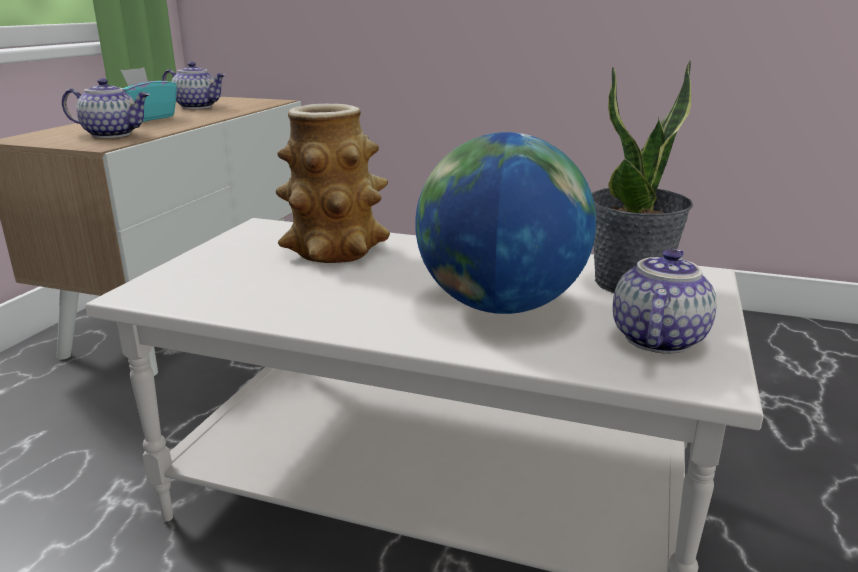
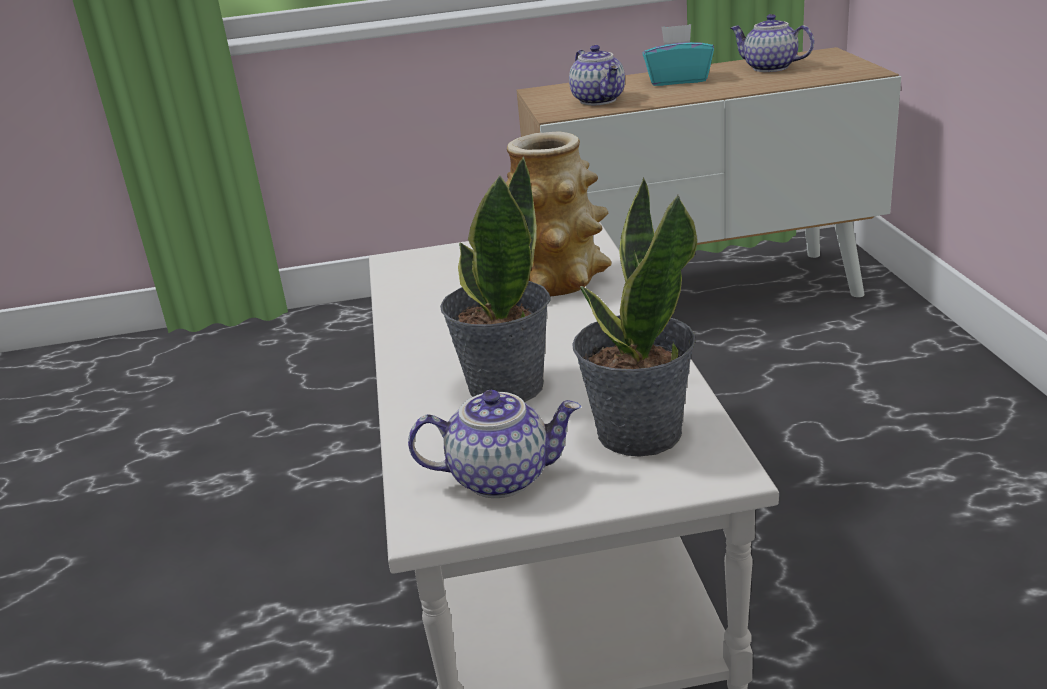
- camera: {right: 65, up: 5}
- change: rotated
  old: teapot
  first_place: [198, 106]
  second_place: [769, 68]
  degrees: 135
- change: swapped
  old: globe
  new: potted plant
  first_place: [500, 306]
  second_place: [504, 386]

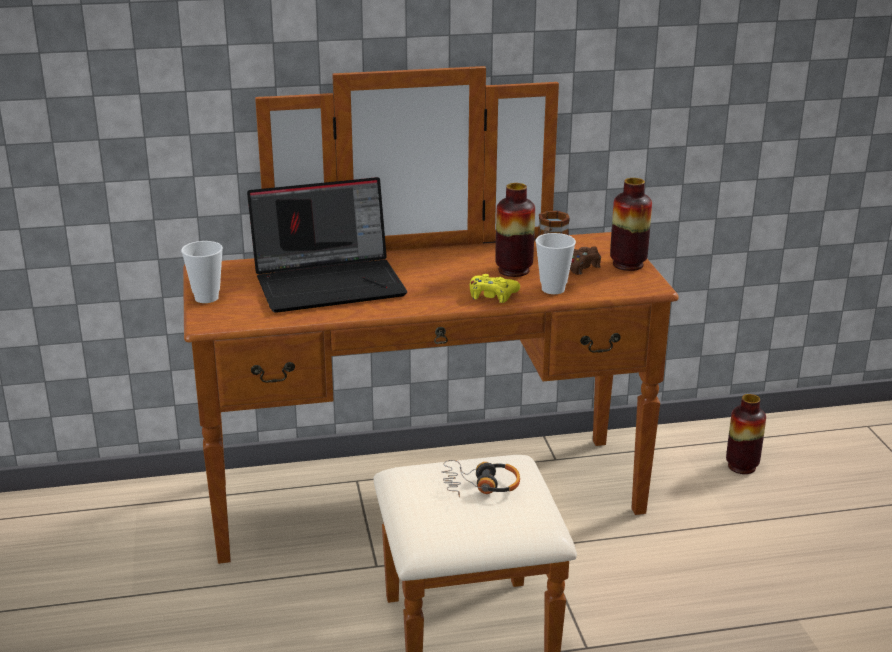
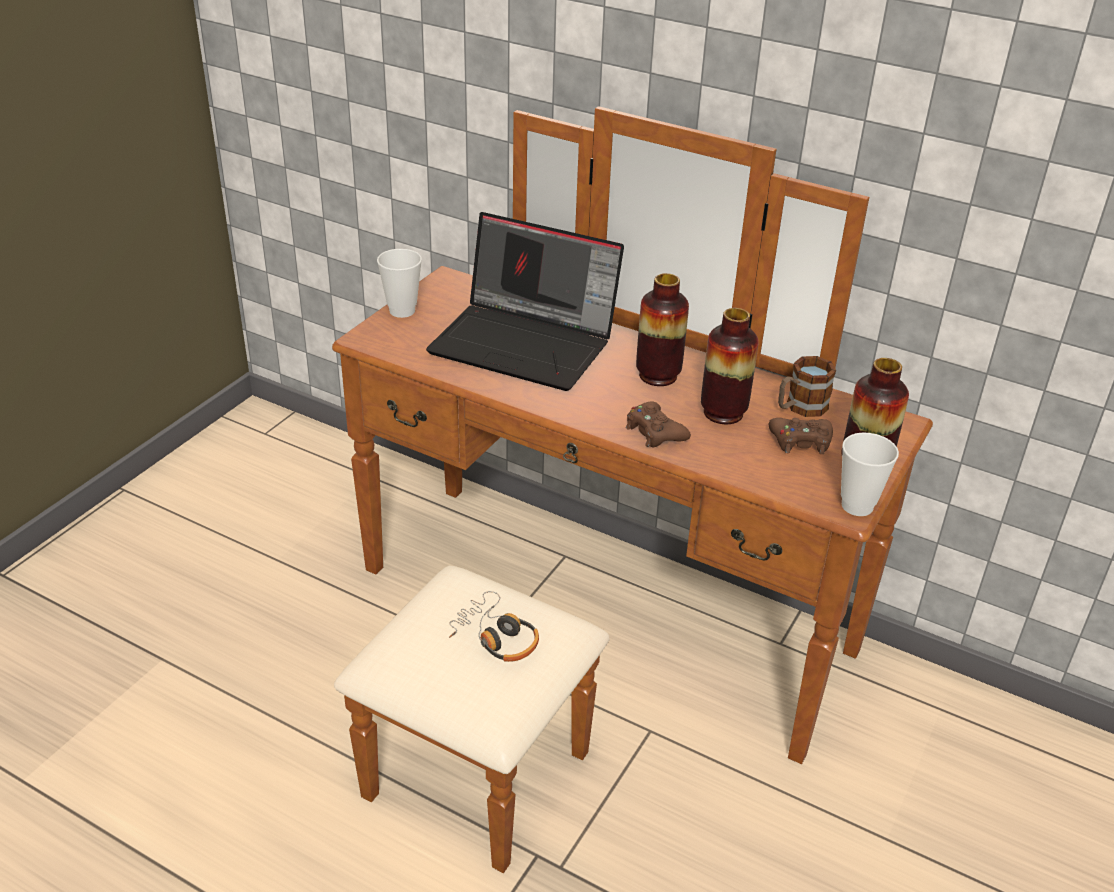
- camera: {right: 40, up: 10}
- change: repainted
  old: yellow game controller
  new: brown game controller
  first_place: [492, 295]
  second_place: [654, 432]
- change: shifted
  old: cup
  first_place: [553, 289]
  second_place: [857, 506]
- change: shifted
  old: vase
  first_place: [741, 466]
  second_place: [658, 376]

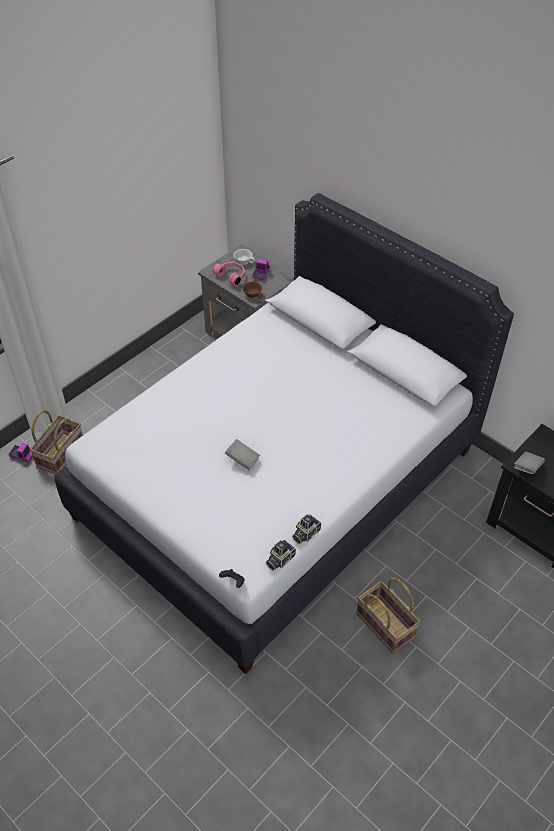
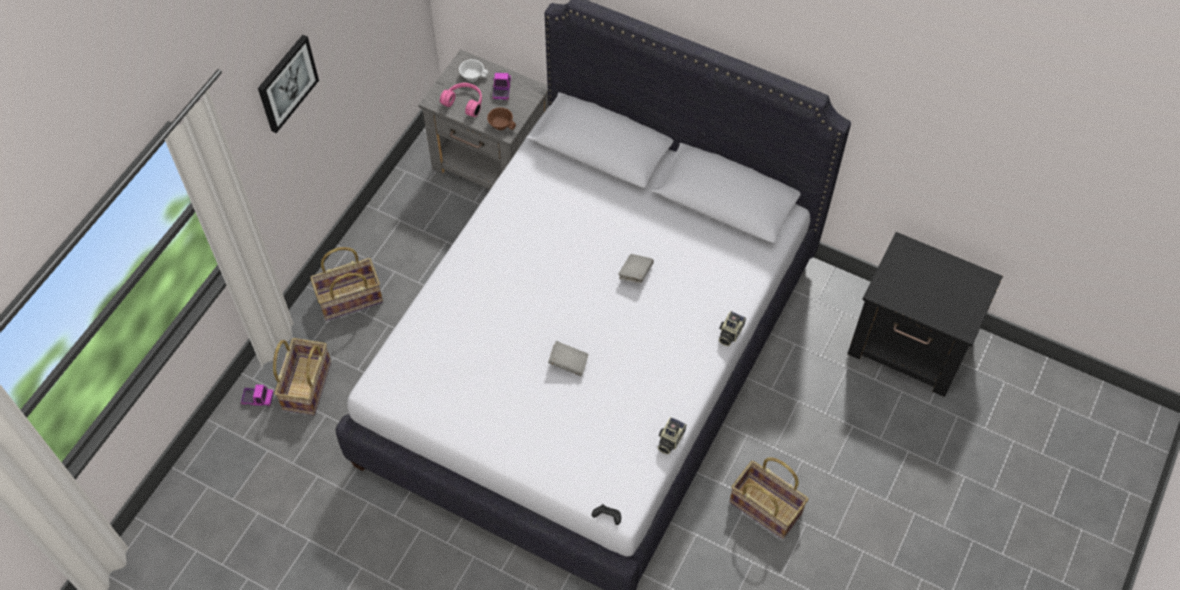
- camera: {right: -15, up: 10}
- change: shifted
  old: photo camera
  first_place: [279, 559]
  second_place: [729, 333]
- change: shifted
  old: grey book
  first_place: [527, 468]
  second_place: [635, 273]
- change: new
  new: picture
  second_place: [286, 83]
- change: new
  new: basket
  second_place: [350, 300]

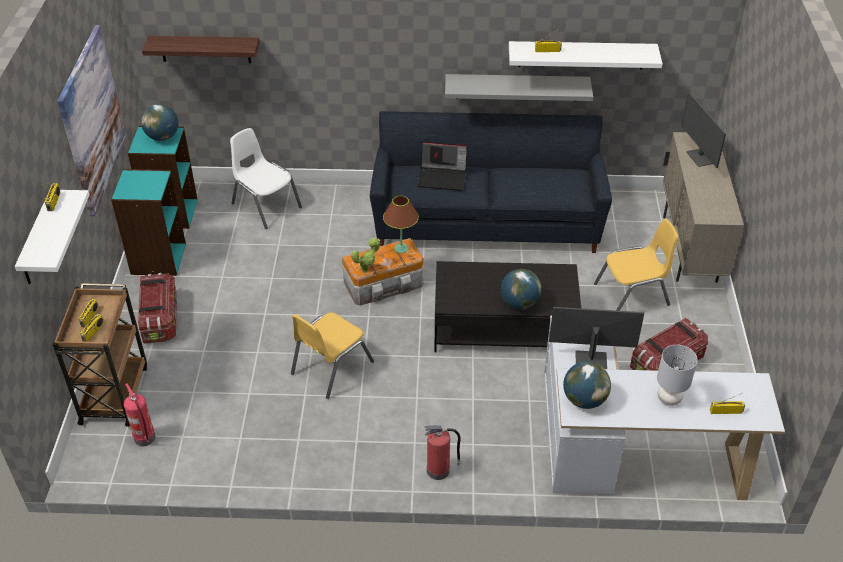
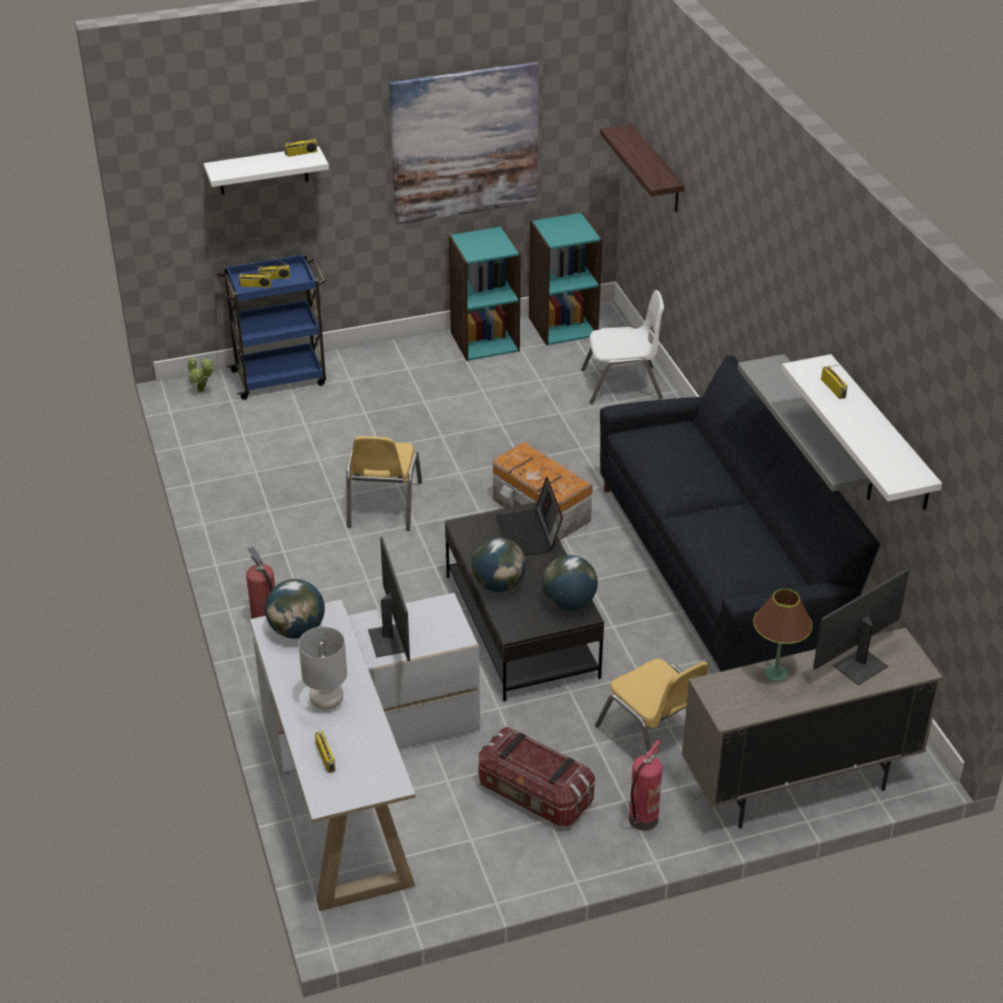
- camera: {right: 70, up: -5}
- change: repainted
  old: brown cart
  new: blue cart
  first_place: [114, 393]
  second_place: [281, 377]
- change: shifted
  old: fire extinguisher
  first_place: [145, 438]
  second_place: [643, 820]
- change: gone
  old: storage box
  first_place: [160, 319]
- change: shifted
  old: globe
  first_place: [163, 137]
  second_place: [569, 603]
- change: rotated
  old: white chair
  first_place: [266, 205]
  second_place: [622, 385]
  degrees: 60
- change: rotated
  old: yellow chair
  first_place: [331, 367]
  second_place: [383, 505]
  degrees: -105
- change: shifted
  old: potted plant
  first_place: [367, 270]
  second_place: [202, 392]
- change: shifted
  old: brown table lamp
  first_place: [401, 248]
  second_place: [775, 673]
- change: shifted
  old: laptop
  first_place: [442, 177]
  second_place: [529, 534]

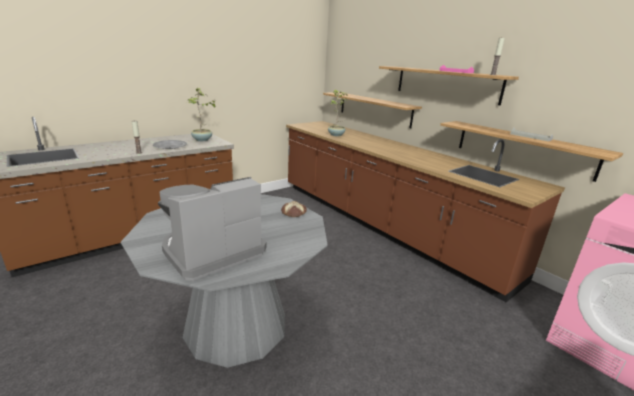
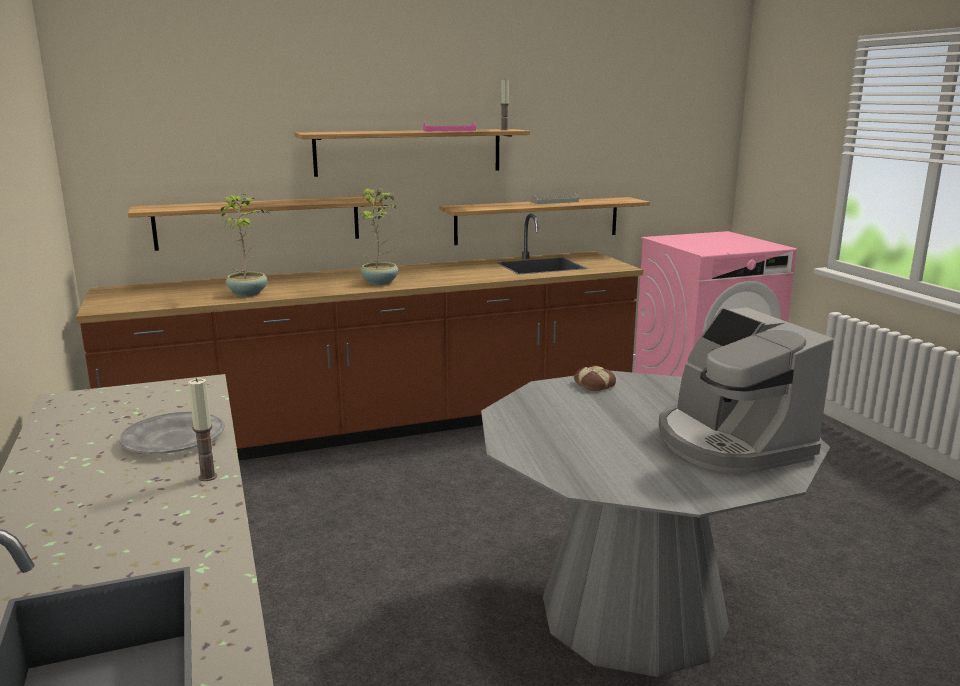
- camera: {right: -70, up: -5}
- change: shifted
  old: potted plant
  first_place: [202, 140]
  second_place: [381, 282]

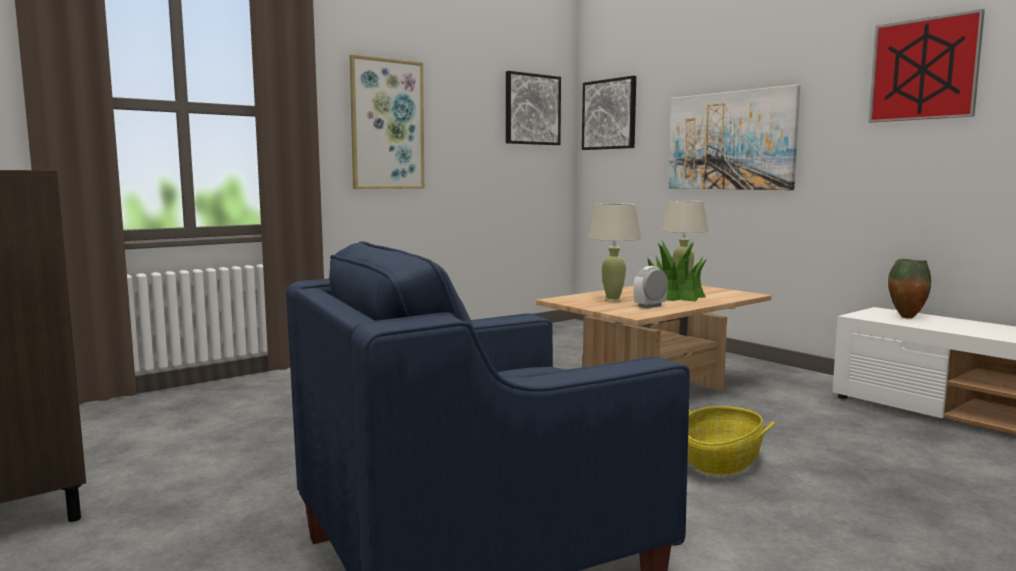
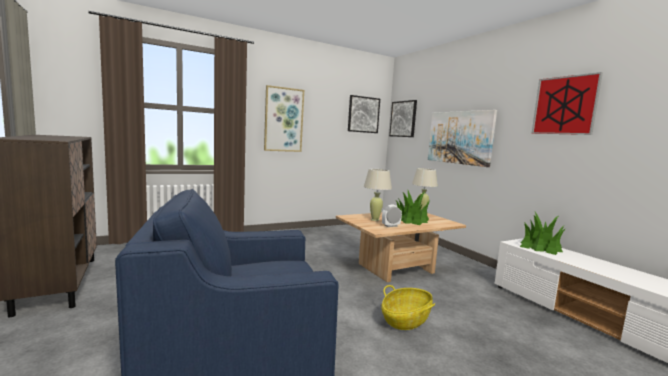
- camera: {right: 10, up: 0}
- change: swapped
  old: vase
  new: potted plant
  first_place: [905, 317]
  second_place: [540, 247]

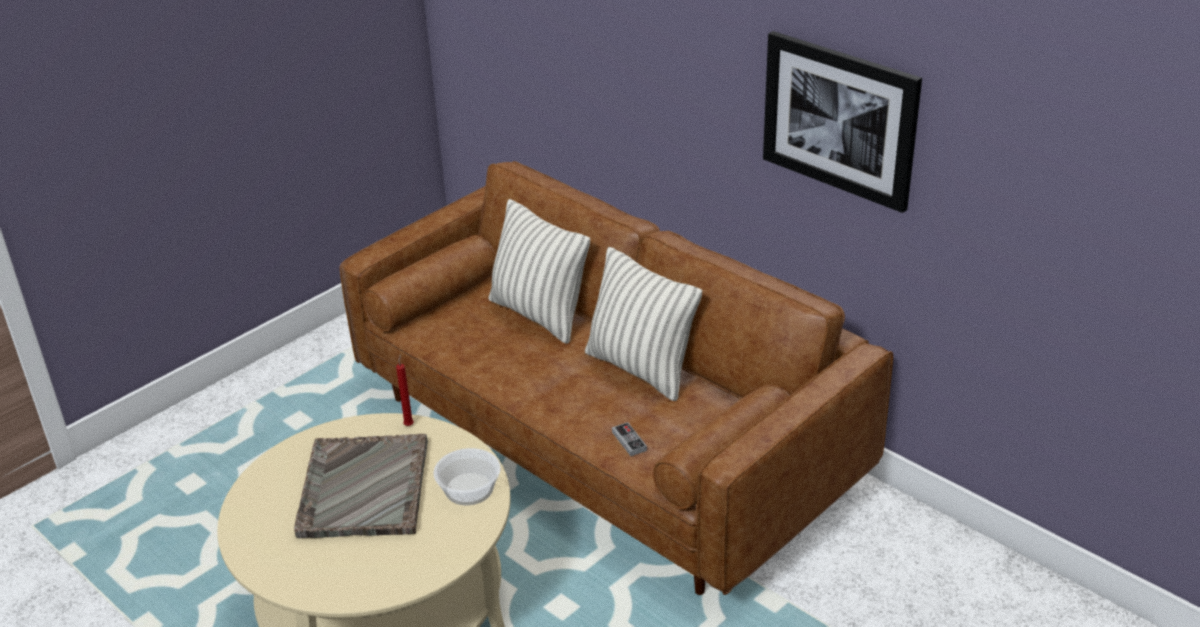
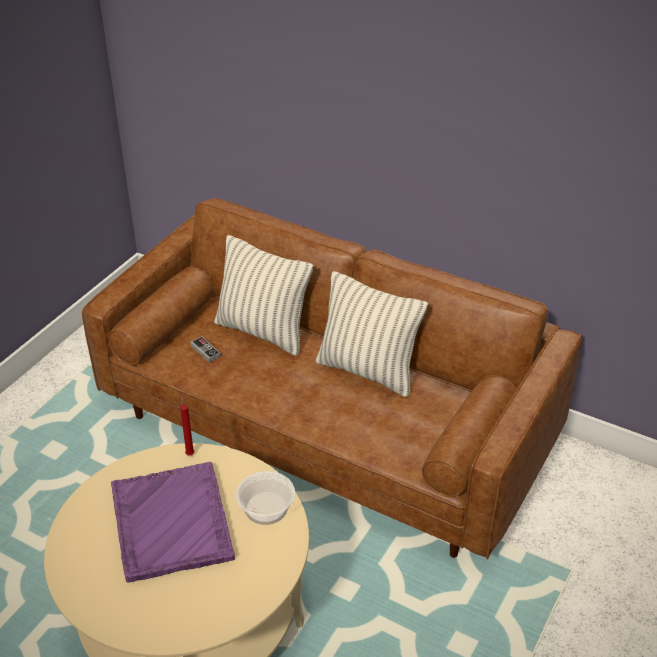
- camera: {right: -15, up: 5}
- change: repainted
  old: grey tray
  new: purple tray
  first_place: [363, 489]
  second_place: [171, 523]
- change: shifted
  old: game controller
  first_place: [629, 441]
  second_place: [205, 350]
- change: gone
  old: picture
  first_place: [840, 119]

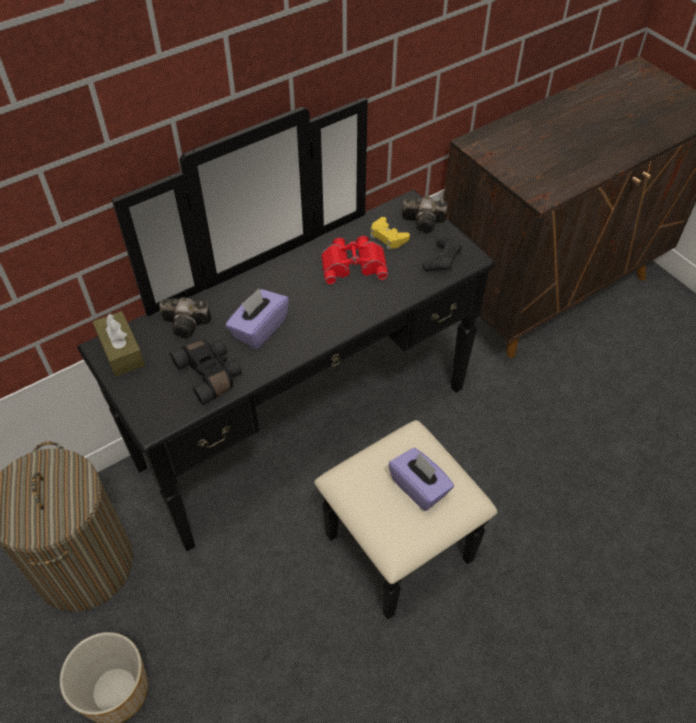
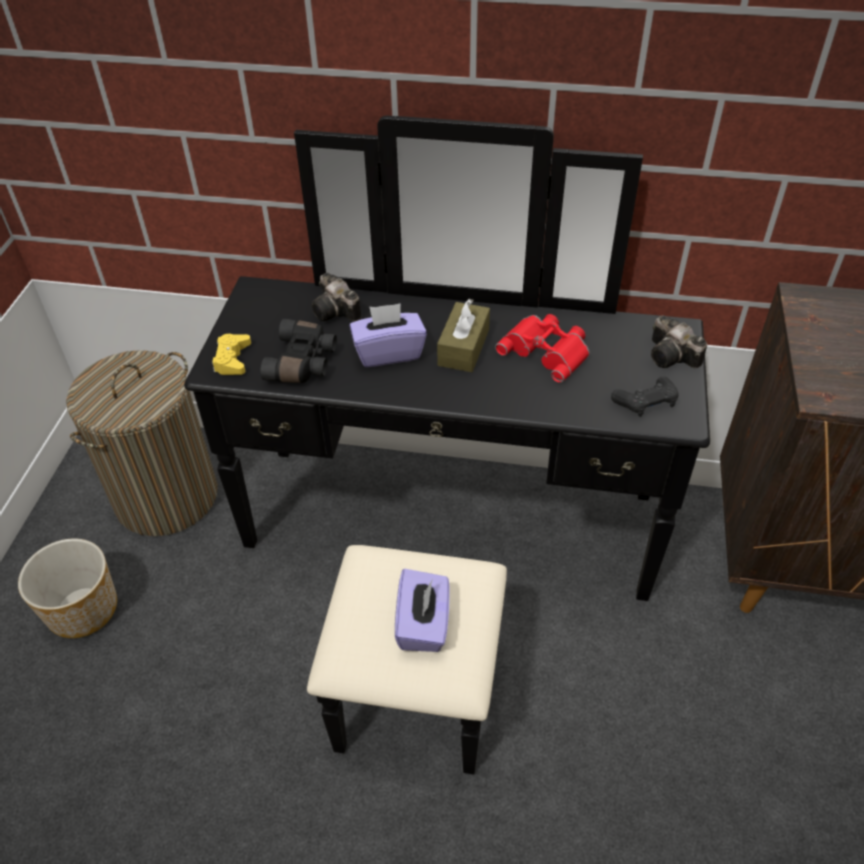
- camera: {right: 45, up: -5}
- change: shifted
  old: brown tissue box
  first_place: [121, 351]
  second_place: [463, 347]
- change: shifted
  old: yellow game controller
  first_place: [388, 237]
  second_place: [232, 359]

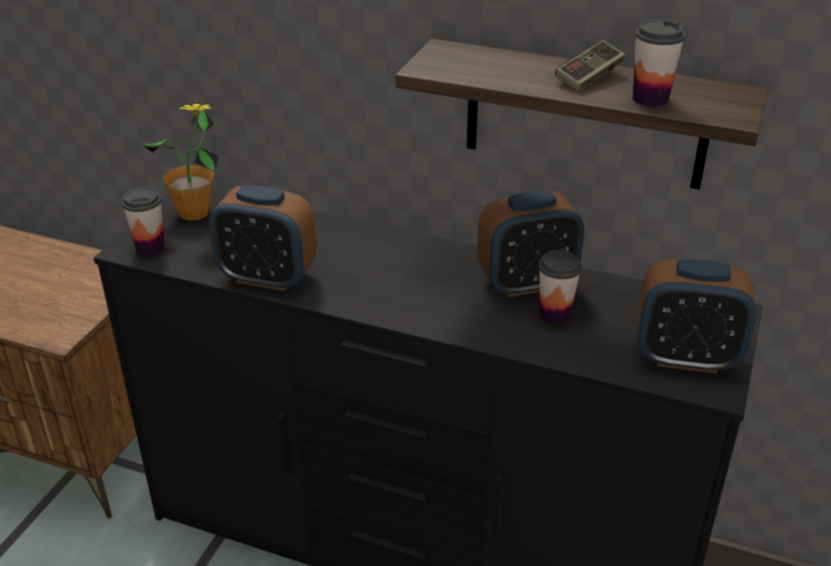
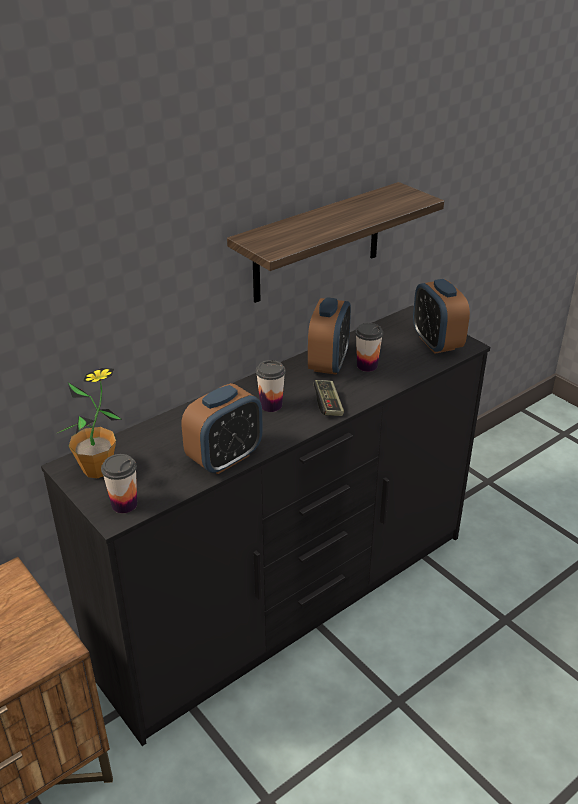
- camera: {right: -60, up: 0}
- change: shifted
  old: game controller
  first_place: [589, 78]
  second_place: [328, 404]
- change: shifted
  old: cup
  first_place: [650, 99]
  second_place: [271, 405]
- change: rotated
  old: alarm clock
  first_place: [686, 357]
  second_place: [436, 343]
  degrees: 120

